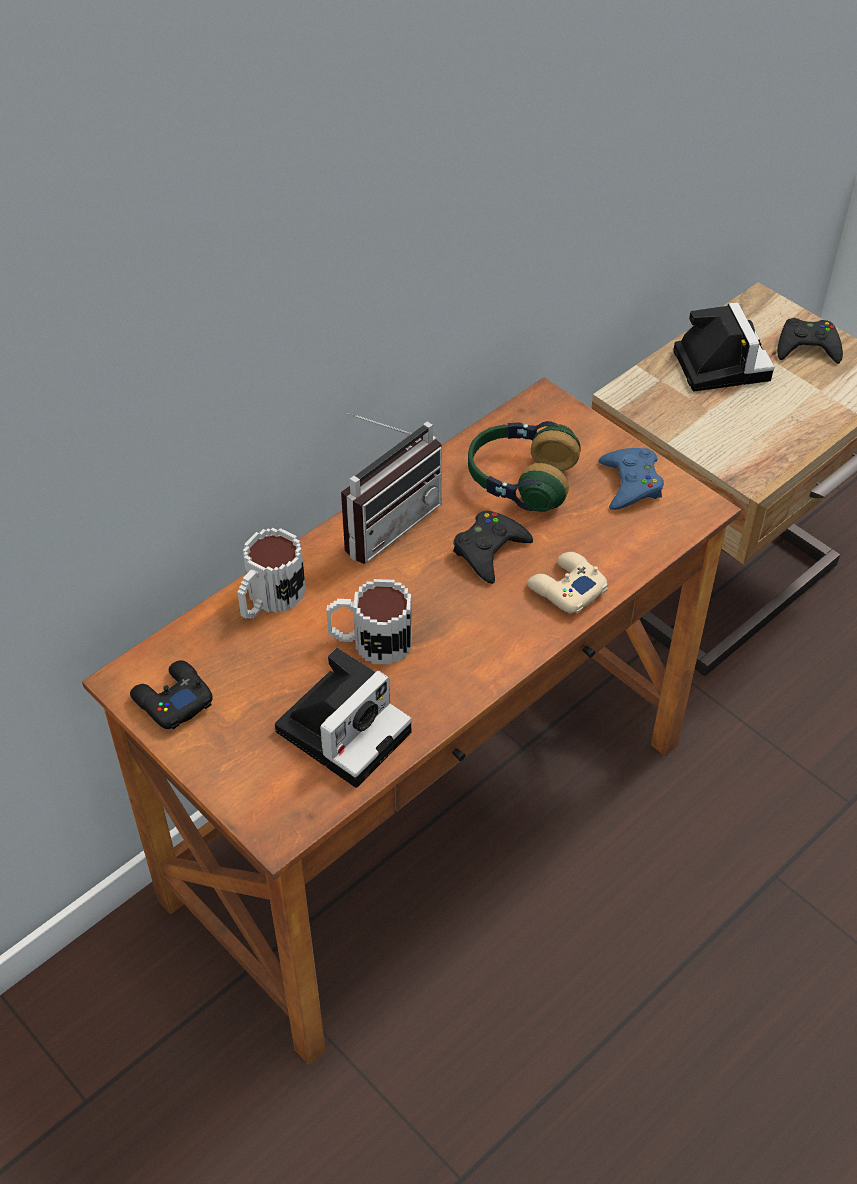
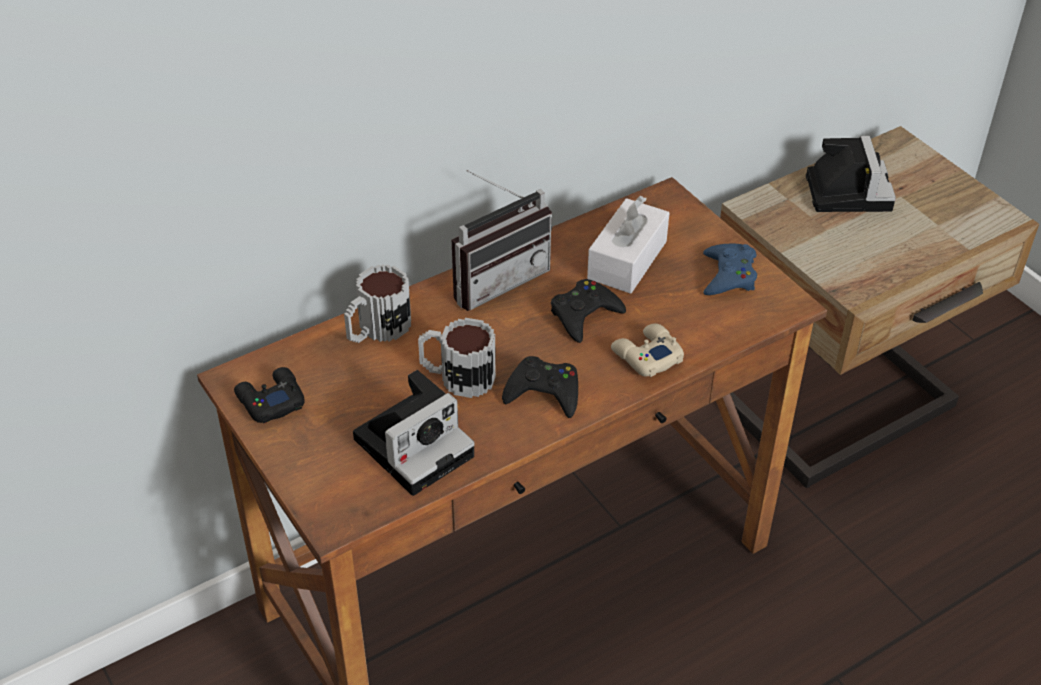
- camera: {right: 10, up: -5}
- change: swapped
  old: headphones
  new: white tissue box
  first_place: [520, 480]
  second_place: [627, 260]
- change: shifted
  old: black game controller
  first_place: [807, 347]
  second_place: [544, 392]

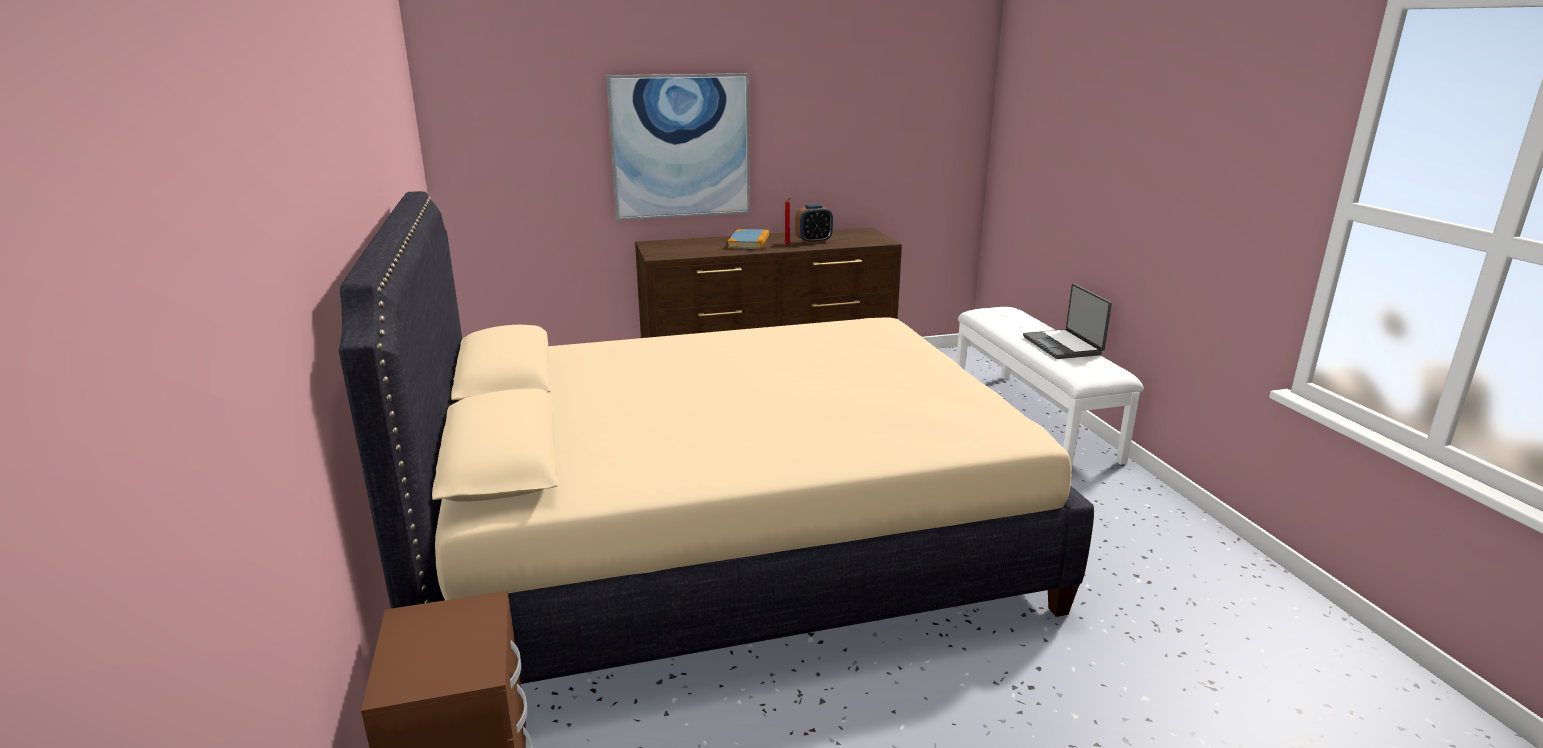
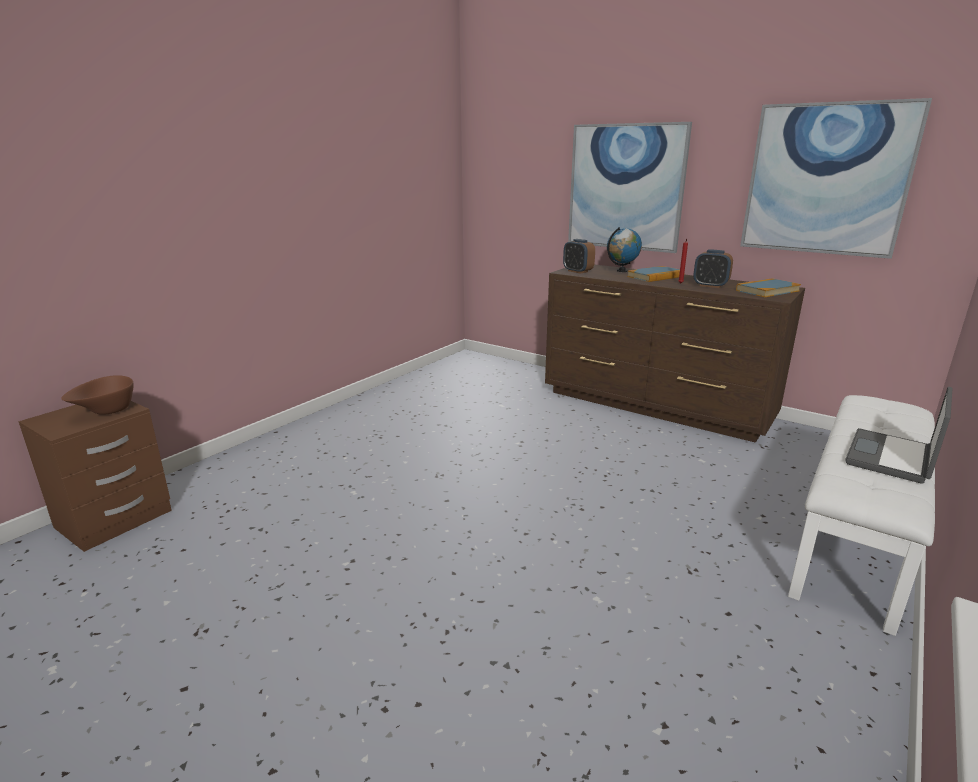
- camera: {right: 50, up: 0}
- change: gone
  old: beige bed
  first_place: [727, 544]
- change: new
  new: brown bowl
  second_place: [106, 412]
- change: new
  new: alarm clock
  second_place: [577, 271]
- change: new
  new: globe
  second_place: [622, 271]
- change: new
  new: book
  second_place: [767, 291]
- change: new
  new: picture
  second_place: [826, 180]

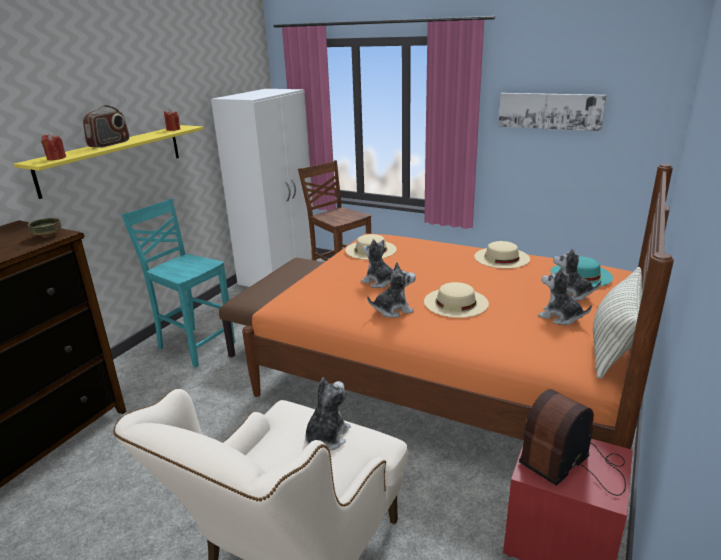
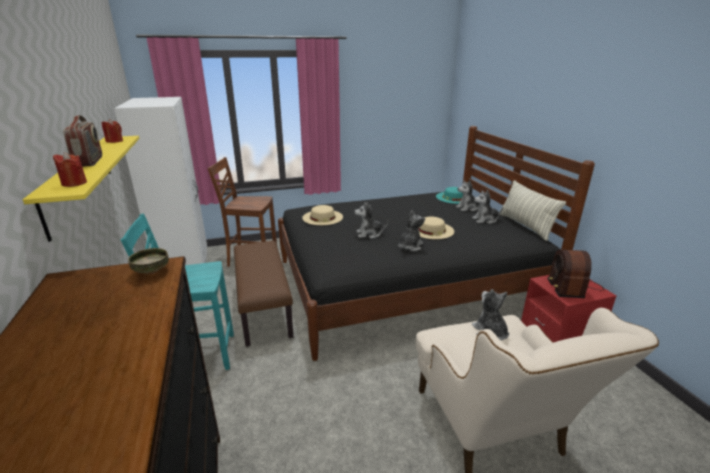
- camera: {right: -45, up: 0}
- change: repainted
  old: orange bed
  new: black bed
  first_place: [451, 372]
  second_place: [404, 284]
- change: gone
  old: beige hat
  first_place: [501, 257]
- change: gone
  old: picture
  first_place: [550, 111]

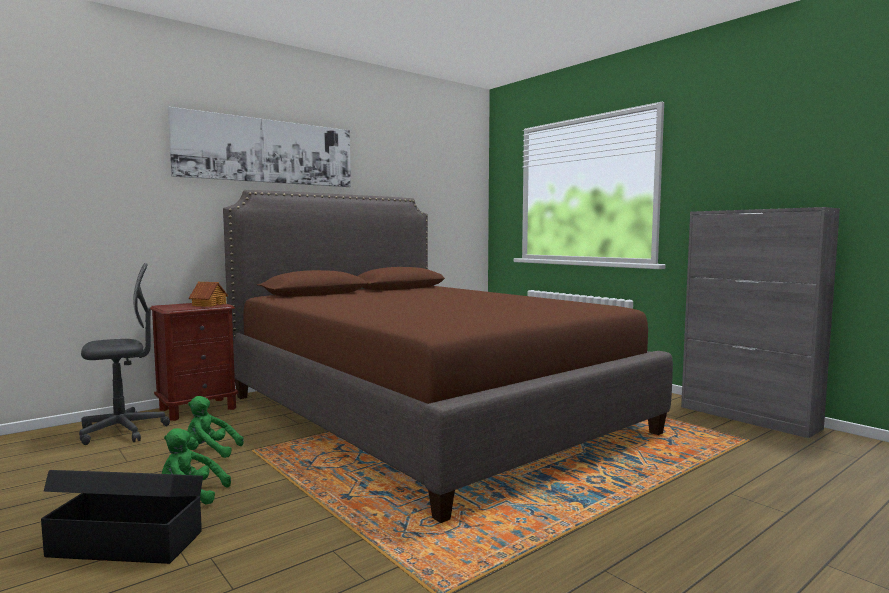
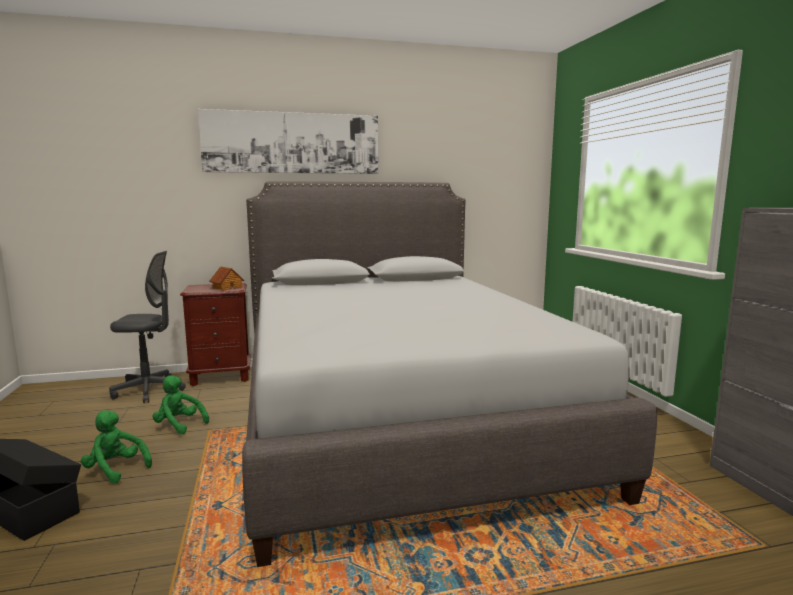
- camera: {right: 25, up: 5}
- change: repainted
  old: brown bed
  new: grey bed
  first_place: [427, 413]
  second_place: [396, 416]

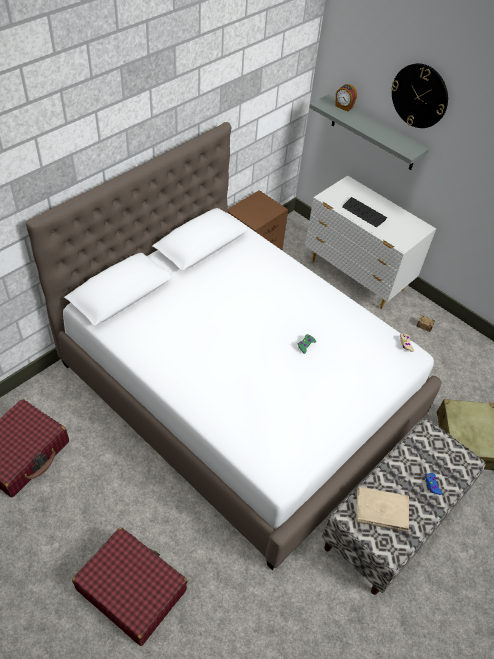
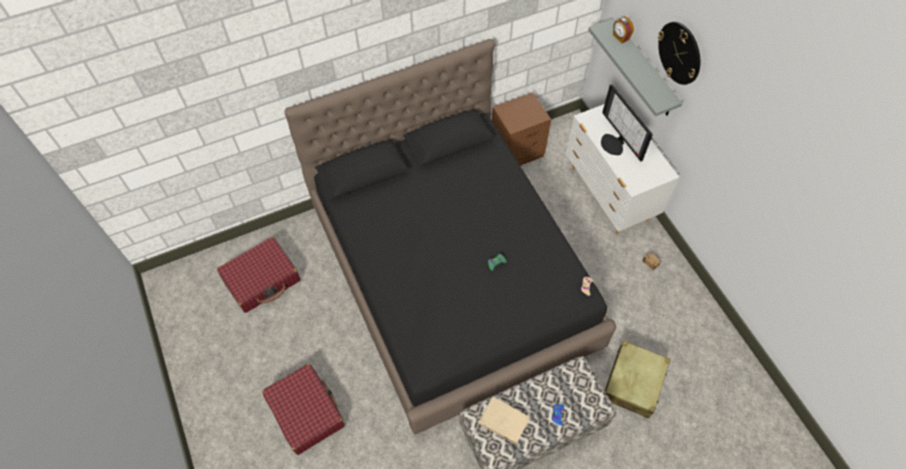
- camera: {right: 25, up: 10}
- change: repainted
  old: white bed
  new: black bed
  first_place: [240, 390]
  second_place: [453, 276]
- change: swapped
  old: keyboard
  new: monitor
  first_place: [364, 213]
  second_place: [614, 144]

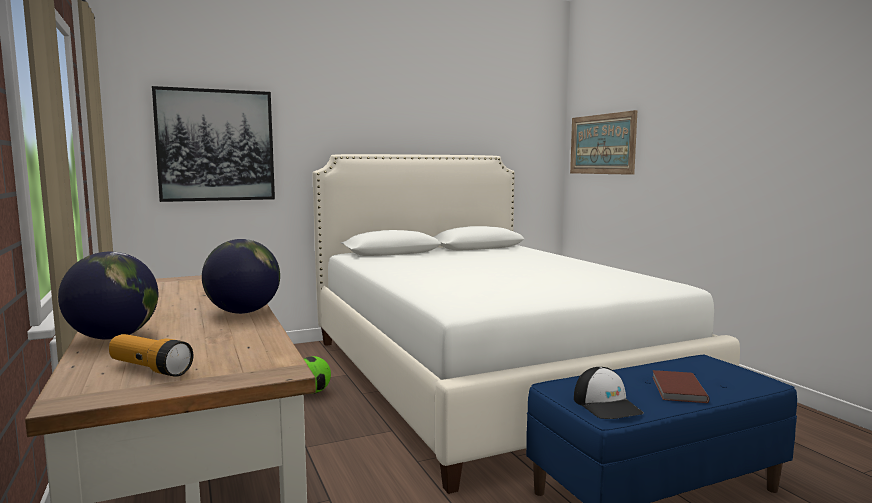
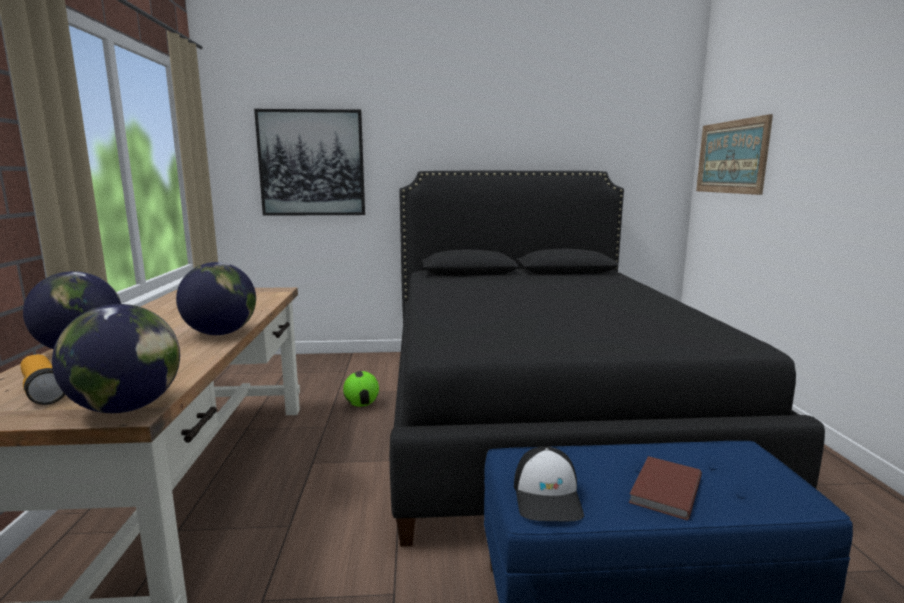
- camera: {right: 20, up: 5}
- change: repainted
  old: white bed
  new: black bed
  first_place: [486, 376]
  second_place: [539, 412]
- change: new
  new: globe
  second_place: [128, 408]

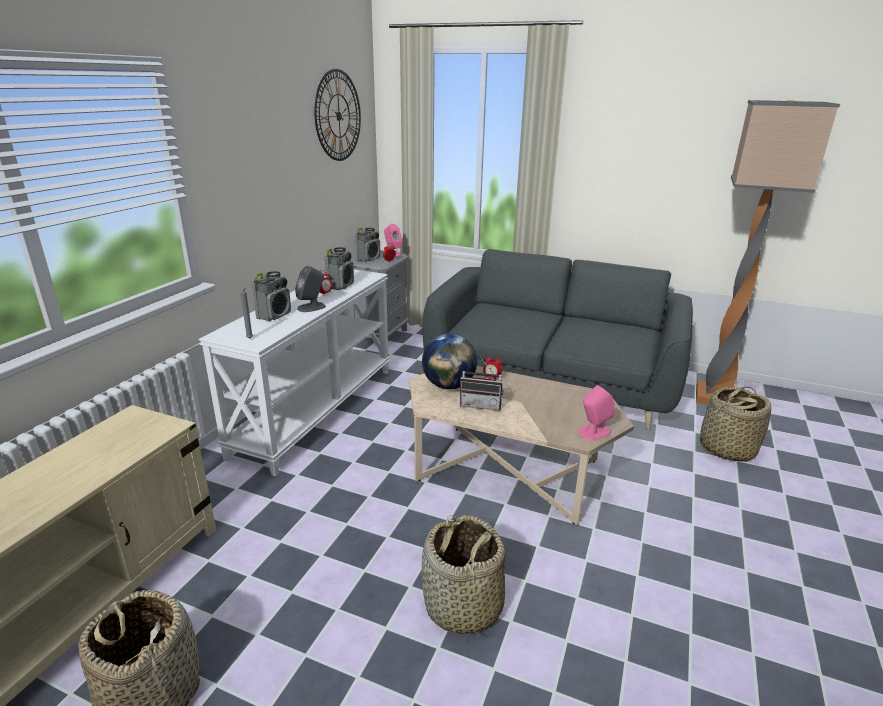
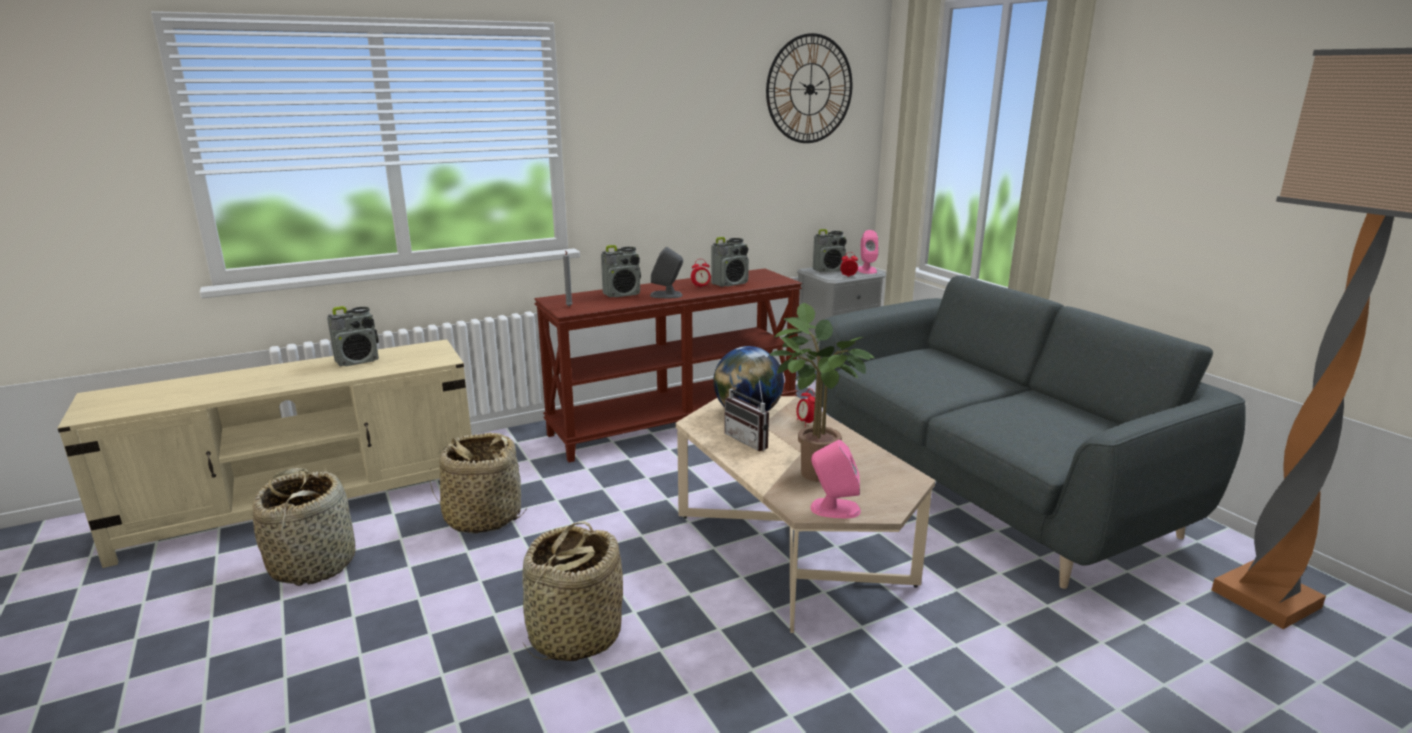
- camera: {right: 40, up: -5}
- change: repainted
  old: white console table
  new: brown console table
  first_place: [316, 409]
  second_place: [674, 422]
- change: shifted
  old: basket
  first_place: [726, 448]
  second_place: [483, 517]
- change: new
  new: radio
  second_place: [358, 361]
- change: new
  new: potted plant
  second_place: [811, 473]

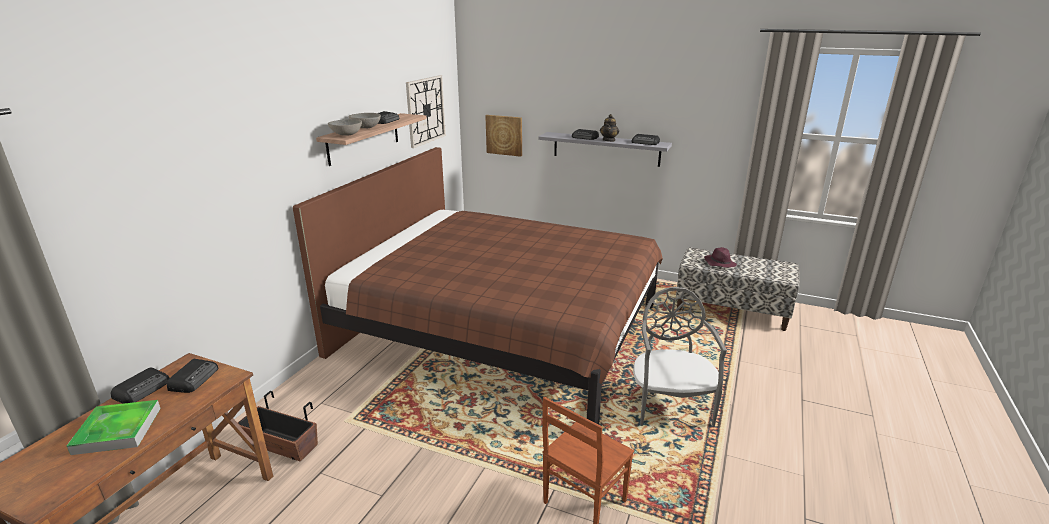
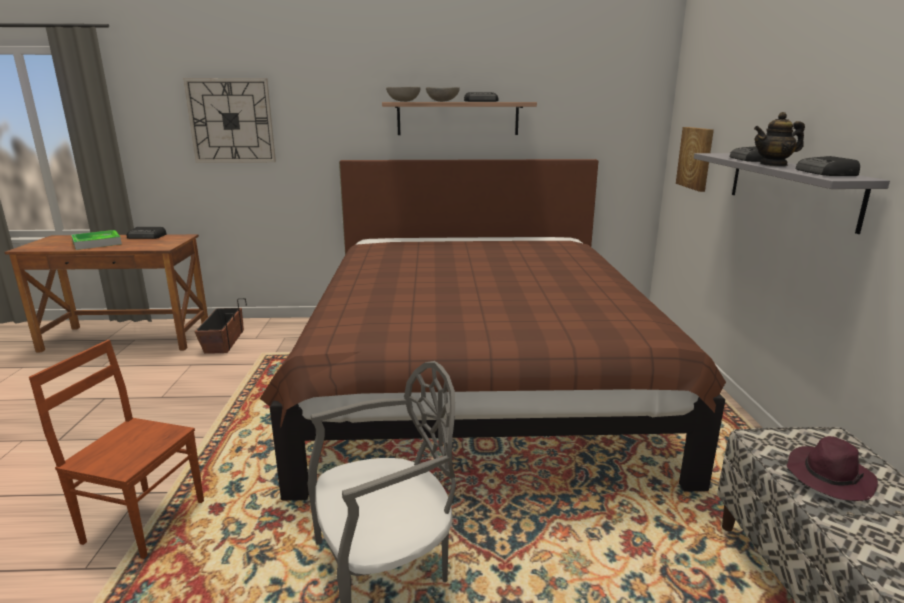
- camera: {right: 65, up: -5}
- change: gone
  old: radio
  first_place: [194, 378]
- change: shifted
  old: wall clock
  first_place: [425, 110]
  second_place: [231, 121]

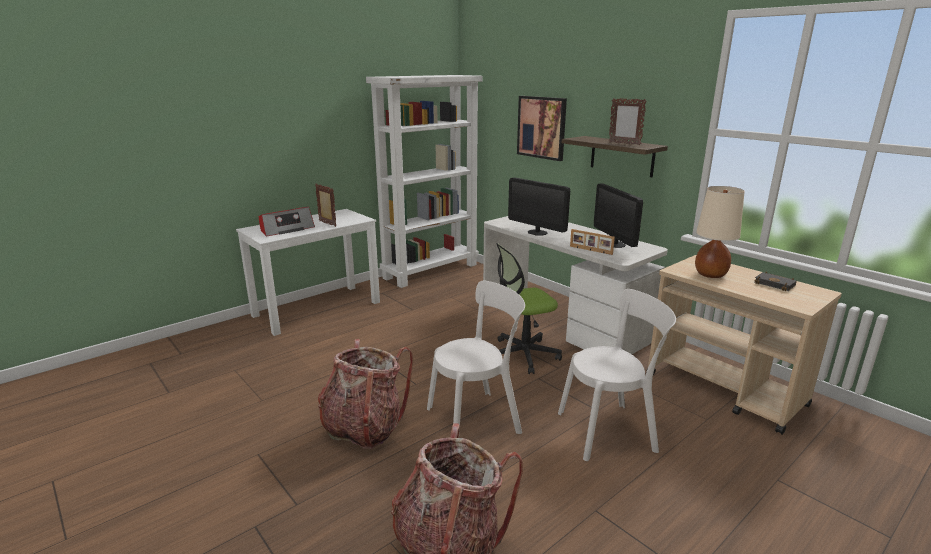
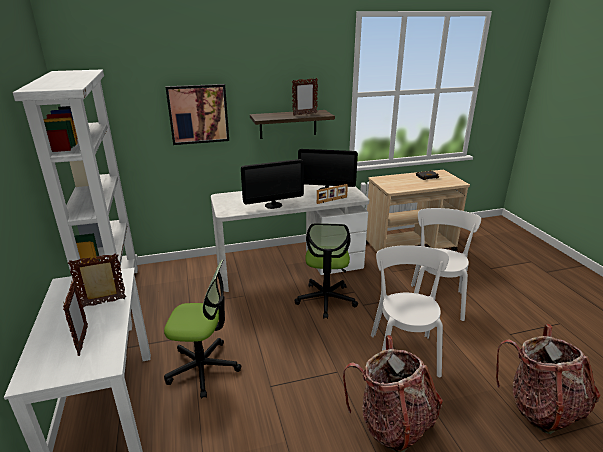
- camera: {right: -65, up: 5}
- change: swapped
  old: radio
  new: picture frame
  first_place: [286, 229]
  second_place: [83, 341]
- change: gone
  old: beige table lamp
  first_place: [710, 274]
- change: new
  new: office chair
  second_place: [203, 368]

